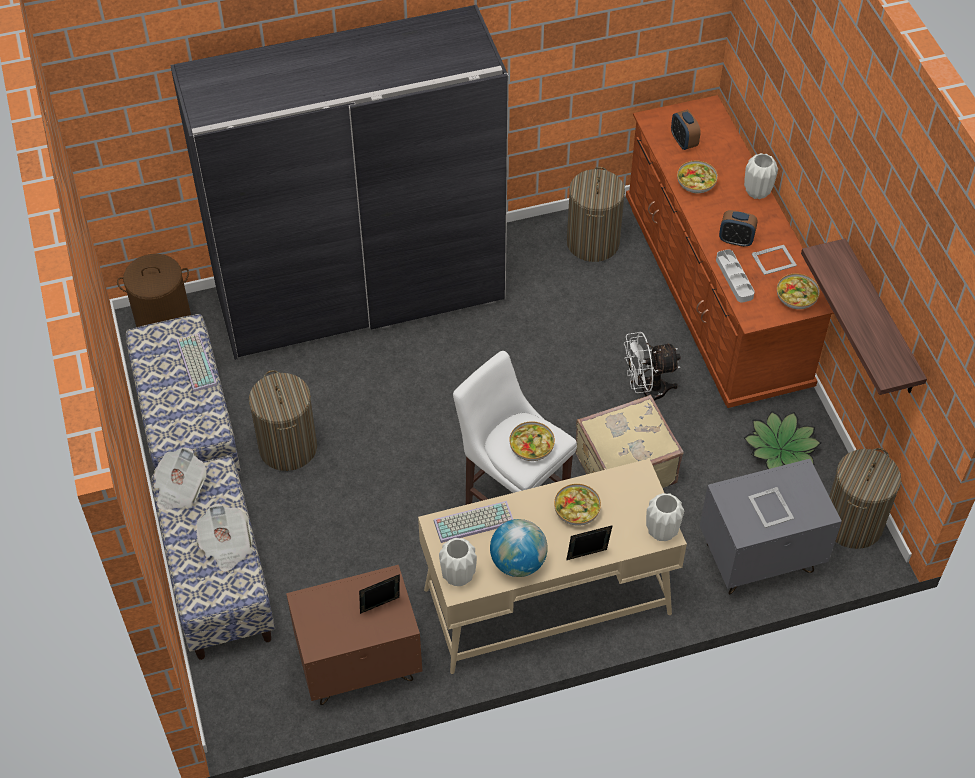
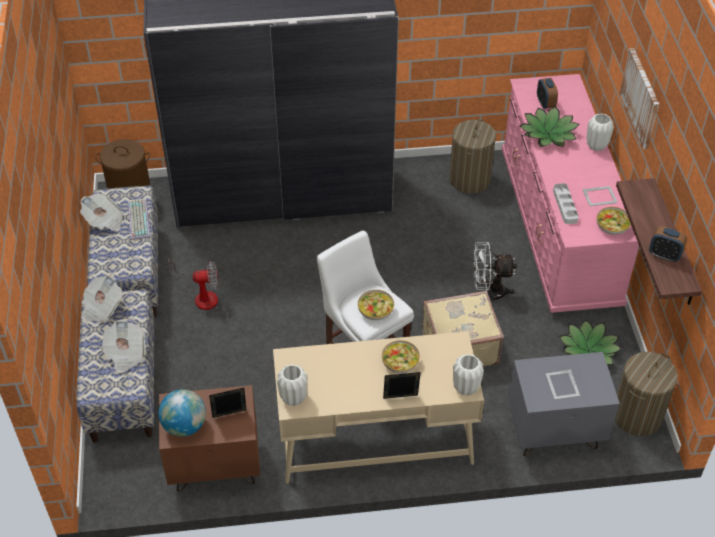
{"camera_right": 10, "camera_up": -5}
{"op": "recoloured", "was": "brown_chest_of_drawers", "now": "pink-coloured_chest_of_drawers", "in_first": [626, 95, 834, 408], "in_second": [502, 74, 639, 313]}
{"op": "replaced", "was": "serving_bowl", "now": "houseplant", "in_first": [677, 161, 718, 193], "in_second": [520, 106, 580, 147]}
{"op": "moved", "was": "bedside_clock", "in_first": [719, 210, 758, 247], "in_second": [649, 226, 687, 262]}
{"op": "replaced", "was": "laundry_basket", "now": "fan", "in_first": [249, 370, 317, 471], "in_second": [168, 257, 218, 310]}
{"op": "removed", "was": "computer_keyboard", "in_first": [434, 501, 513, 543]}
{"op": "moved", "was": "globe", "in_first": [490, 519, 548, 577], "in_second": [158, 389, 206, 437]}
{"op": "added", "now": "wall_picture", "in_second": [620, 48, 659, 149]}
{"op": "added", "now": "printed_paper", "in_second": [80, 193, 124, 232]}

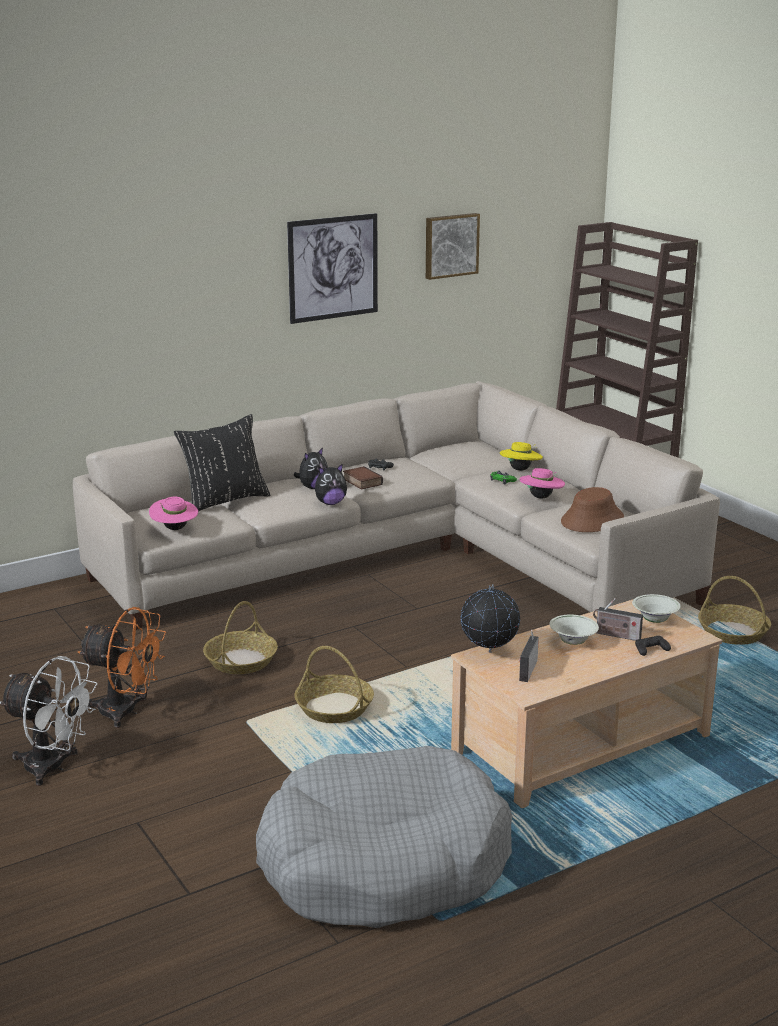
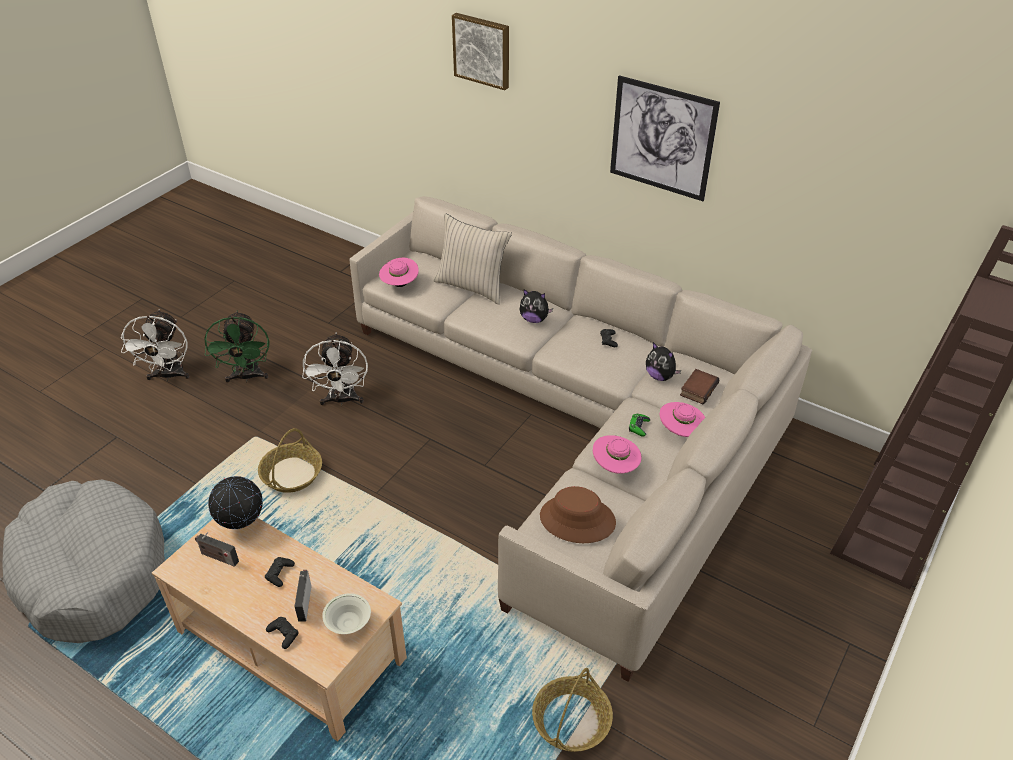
{"camera_right": 65, "camera_up": 20}
{"op": "moved", "was": "wall_picture", "in_first": [426, 213, 480, 280], "in_second": [452, 13, 509, 90]}
{"op": "recoloured", "was": "blackish_throw_pillow", "now": "beige-coloured_throw_pillow", "in_first": [174, 414, 270, 512], "in_second": [433, 213, 512, 304]}
{"op": "recoloured", "was": "yellow-coloured_hat", "now": "pink-coloured_hat", "in_first": [500, 442, 543, 471], "in_second": [660, 402, 705, 437]}
{"op": "moved", "was": "cuddly_toy", "in_first": [315, 464, 347, 505], "in_second": [646, 342, 681, 381]}
{"op": "moved", "was": "bound_book", "in_first": [343, 466, 383, 490], "in_second": [680, 369, 719, 405]}
{"op": "replaced", "was": "basket", "now": "white-coloured_fan", "in_first": [203, 601, 278, 674], "in_second": [302, 333, 368, 406]}
{"op": "recoloured", "was": "orange-coloured_fan", "now": "green-coloured_fan", "in_first": [78, 607, 166, 728], "in_second": [204, 311, 269, 383]}
{"op": "replaced", "was": "white-coloured_serving_bowl", "now": "blackish_game_controller", "in_first": [550, 615, 599, 645], "in_second": [265, 557, 295, 587]}
{"op": "turned", "was": "radio_receiver", "in_first": [519, 630, 539, 682], "in_second": [195, 532, 239, 567], "clockwise": -150}

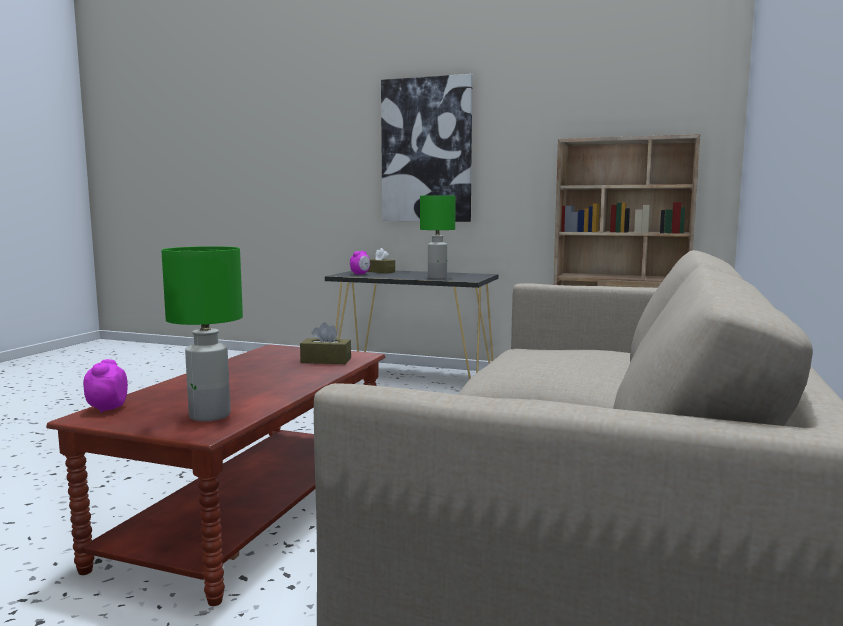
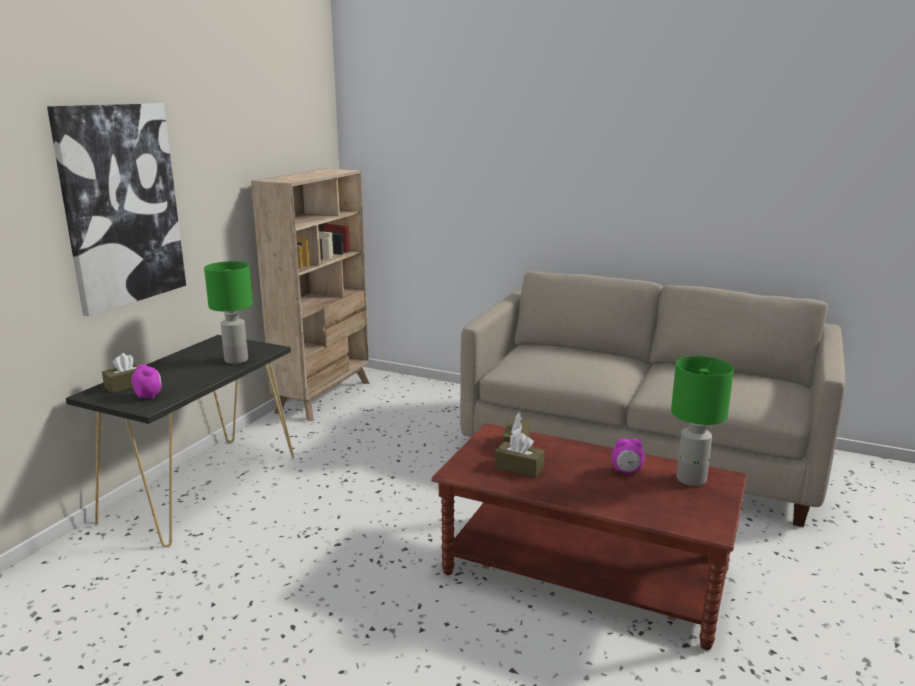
{"camera_right": -85, "camera_up": 10}
{"op": "moved", "was": "bedside_clock", "in_first": [83, 359, 128, 413], "in_second": [612, 438, 645, 474]}
{"op": "added", "now": "brown_tissue_box", "in_second": [495, 433, 545, 477]}

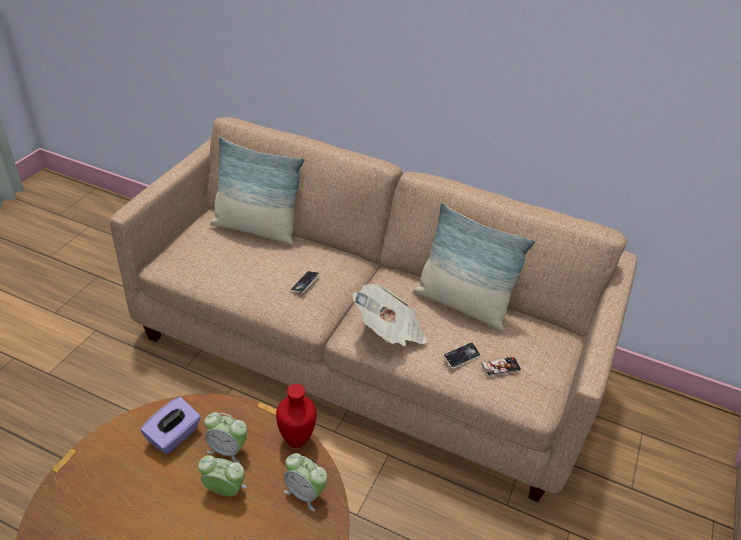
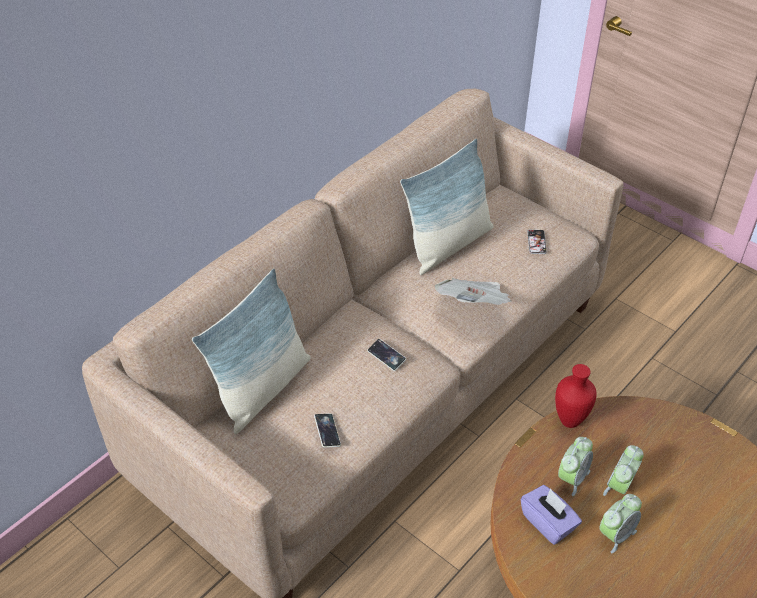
{"camera_right": -70, "camera_up": 5}
{"op": "moved", "was": "handset", "in_first": [443, 342, 481, 368], "in_second": [314, 414, 341, 448]}
{"op": "moved", "was": "bedside_clock", "in_first": [284, 453, 327, 511], "in_second": [600, 494, 642, 553]}

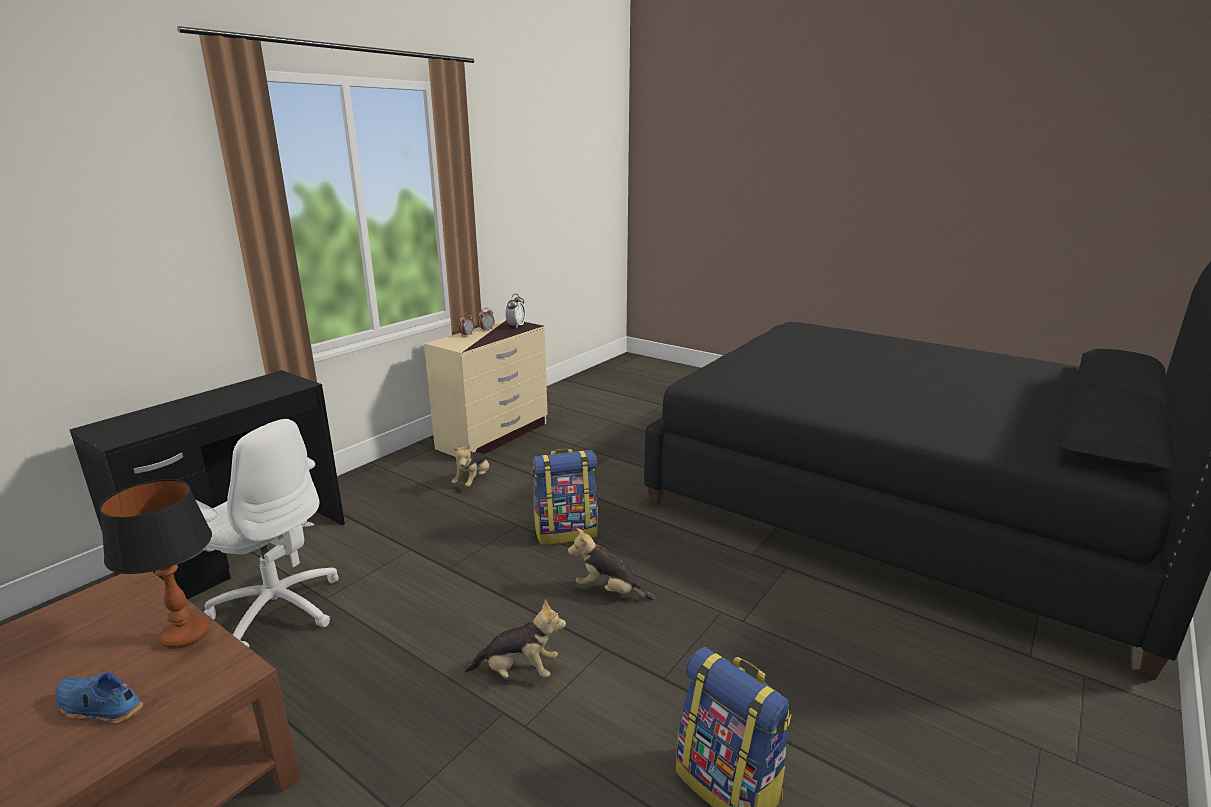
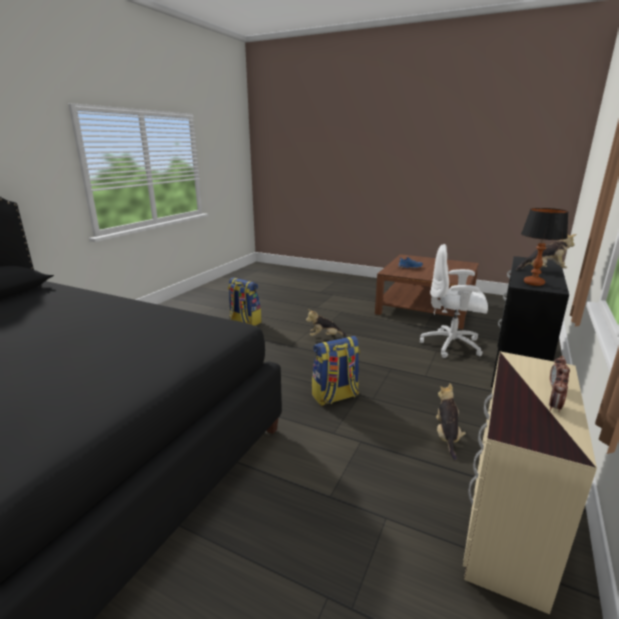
{"camera_right": 170, "camera_up": 0}
{"op": "removed", "was": "bedside_clock", "in_first": [506, 294, 526, 327]}
{"op": "moved", "was": "tabletop_lamp", "in_first": [100, 479, 212, 649], "in_second": [521, 208, 569, 286]}
{"op": "moved", "was": "cuddly_toy", "in_first": [568, 528, 655, 600], "in_second": [516, 233, 577, 270]}

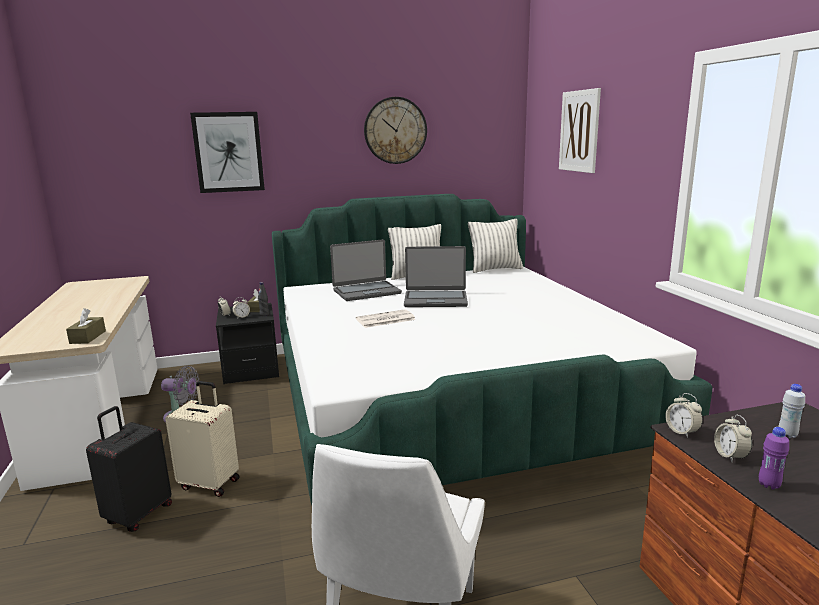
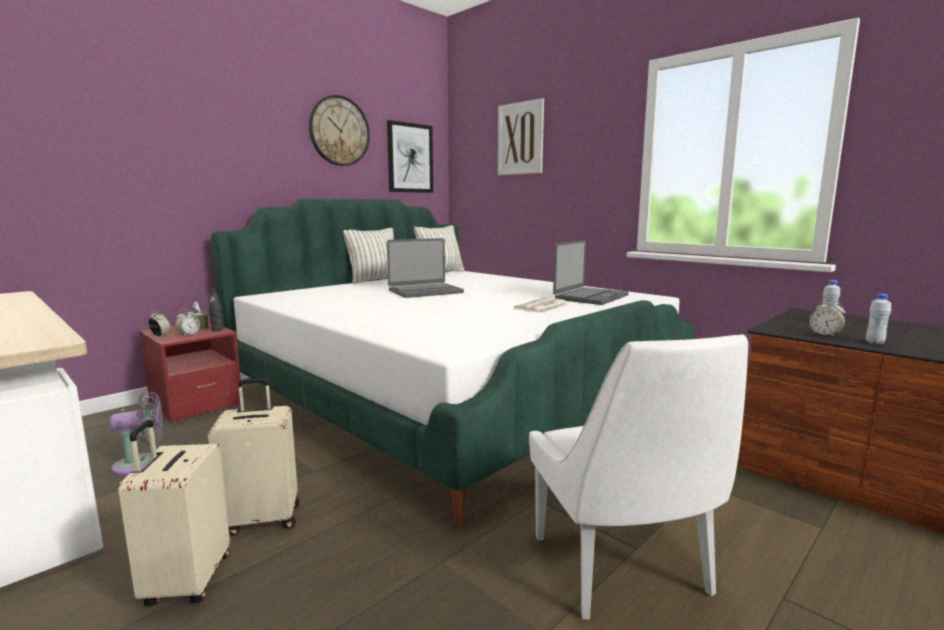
{"camera_right": -30, "camera_up": -5}
{"op": "moved", "was": "wall_picture", "in_first": [190, 112, 265, 193], "in_second": [387, 120, 433, 193]}
{"op": "moved", "was": "portable_computer", "in_first": [330, 239, 402, 301], "in_second": [553, 240, 629, 305]}
{"op": "recoloured", "was": "blackish_night_table", "now": "reddish_night_table", "in_first": [216, 303, 279, 384], "in_second": [139, 321, 241, 423]}
{"op": "removed", "was": "brown_tissue_box", "in_first": [66, 308, 106, 344]}
{"op": "moved", "was": "printed_paper", "in_first": [356, 309, 416, 328], "in_second": [514, 297, 568, 313]}
{"op": "removed", "was": "bedside_clock", "in_first": [665, 393, 703, 438]}
{"op": "recoloured", "was": "blackish_piece_of_luggage", "now": "beige-coloured_piece_of_luggage", "in_first": [86, 406, 172, 532], "in_second": [118, 420, 230, 606]}
{"op": "recoloured", "was": "purple-coloured_beverage_bottle", "now": "white-coloured_beverage_bottle", "in_first": [759, 427, 789, 489], "in_second": [866, 293, 891, 344]}

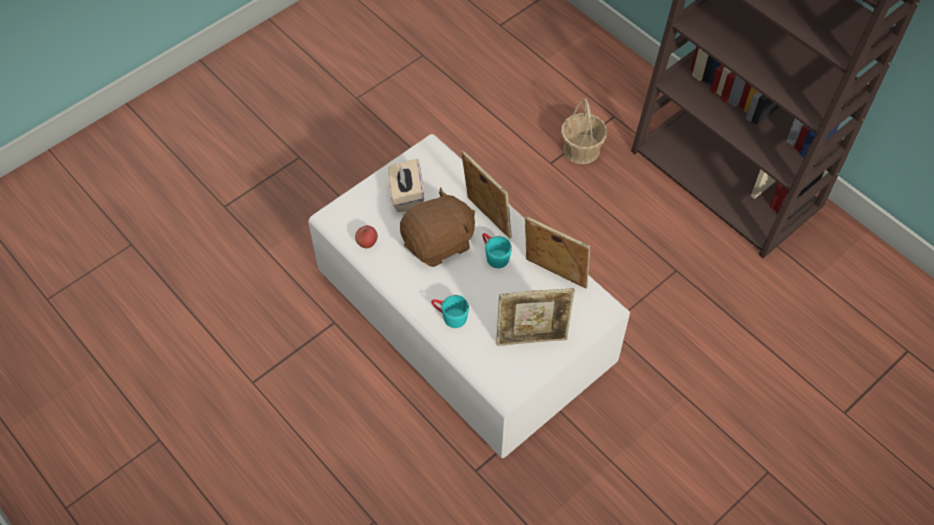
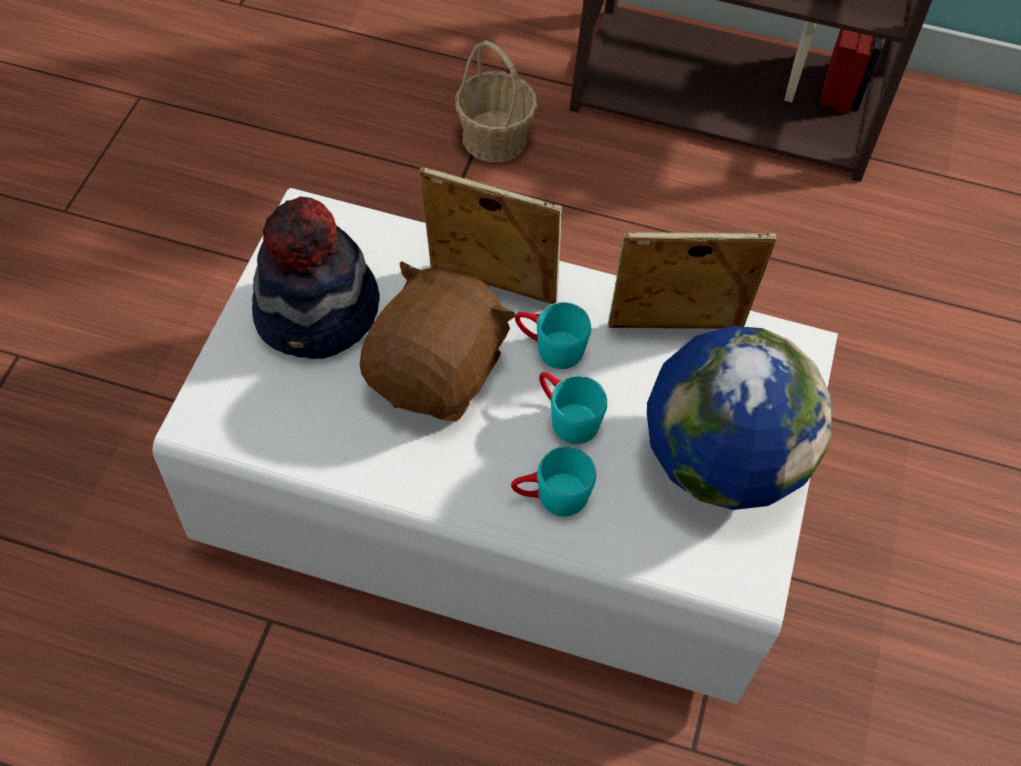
{"camera_right": -35, "camera_up": 0}
{"op": "replaced", "was": "beige-coloured_tissue_box", "now": "hat", "in_first": [388, 158, 424, 212], "in_second": [252, 197, 380, 359]}
{"op": "removed", "was": "apple", "in_first": [355, 225, 378, 248]}
{"op": "replaced", "was": "standing_frame", "now": "globe", "in_first": [496, 288, 575, 346], "in_second": [647, 326, 832, 510]}
{"op": "added", "now": "blue-green_mug", "in_second": [539, 372, 607, 444]}

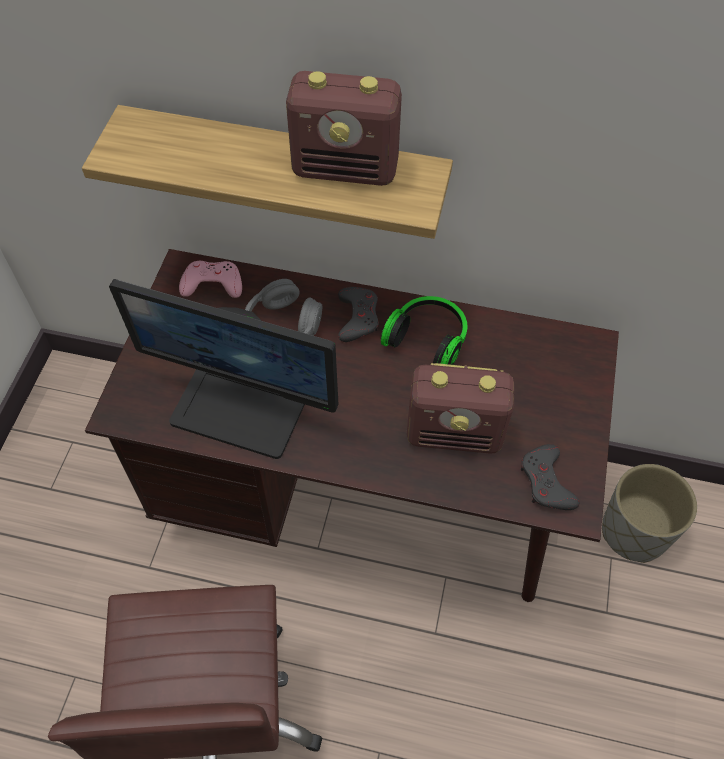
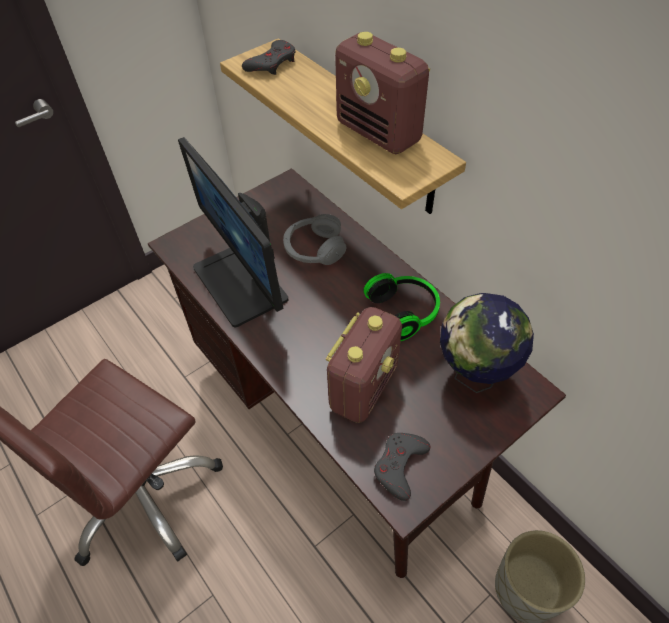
{"camera_right": 40, "camera_up": -5}
{"op": "removed", "was": "pink-coloured_game_controller", "in_first": [179, 261, 242, 298]}
{"op": "moved", "was": "grey_game_controller", "in_first": [338, 287, 379, 342], "in_second": [242, 40, 295, 75]}
{"op": "turned", "was": "radio_receiver", "in_first": [407, 363, 514, 454], "in_second": [326, 307, 402, 423], "clockwise": -105}
{"op": "added", "now": "globe", "in_second": [440, 293, 534, 393]}

